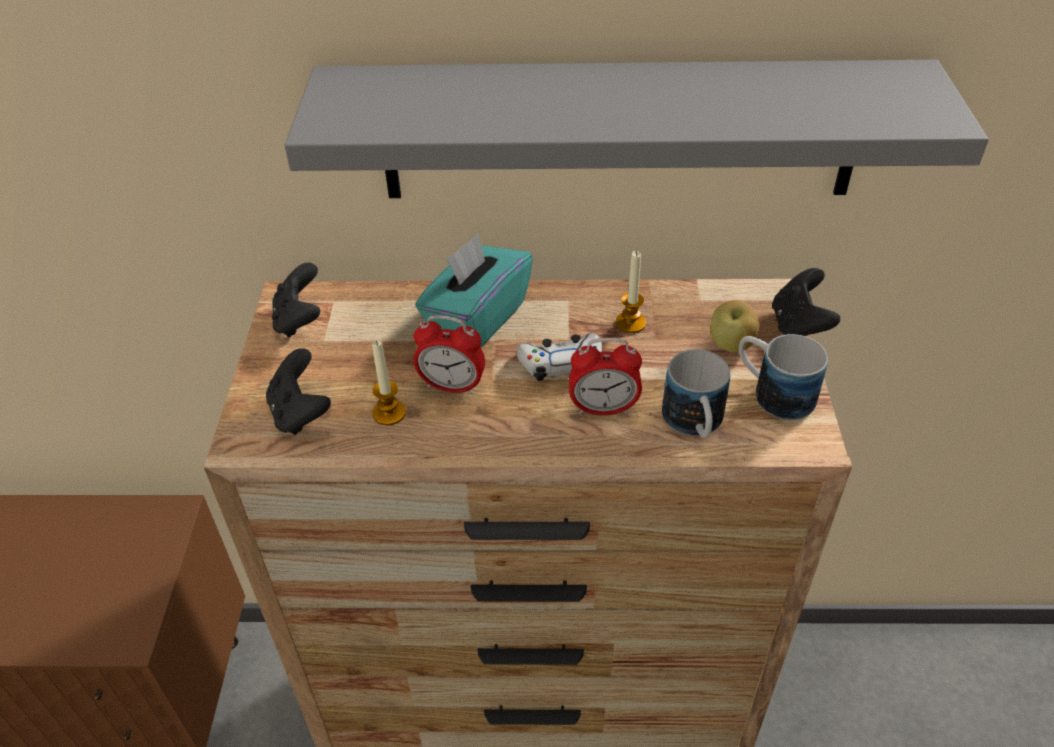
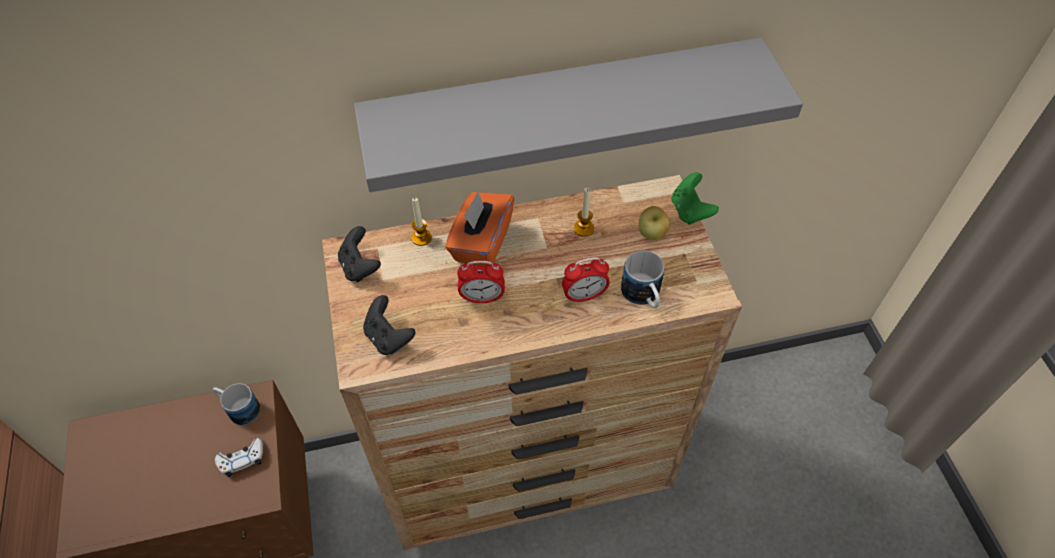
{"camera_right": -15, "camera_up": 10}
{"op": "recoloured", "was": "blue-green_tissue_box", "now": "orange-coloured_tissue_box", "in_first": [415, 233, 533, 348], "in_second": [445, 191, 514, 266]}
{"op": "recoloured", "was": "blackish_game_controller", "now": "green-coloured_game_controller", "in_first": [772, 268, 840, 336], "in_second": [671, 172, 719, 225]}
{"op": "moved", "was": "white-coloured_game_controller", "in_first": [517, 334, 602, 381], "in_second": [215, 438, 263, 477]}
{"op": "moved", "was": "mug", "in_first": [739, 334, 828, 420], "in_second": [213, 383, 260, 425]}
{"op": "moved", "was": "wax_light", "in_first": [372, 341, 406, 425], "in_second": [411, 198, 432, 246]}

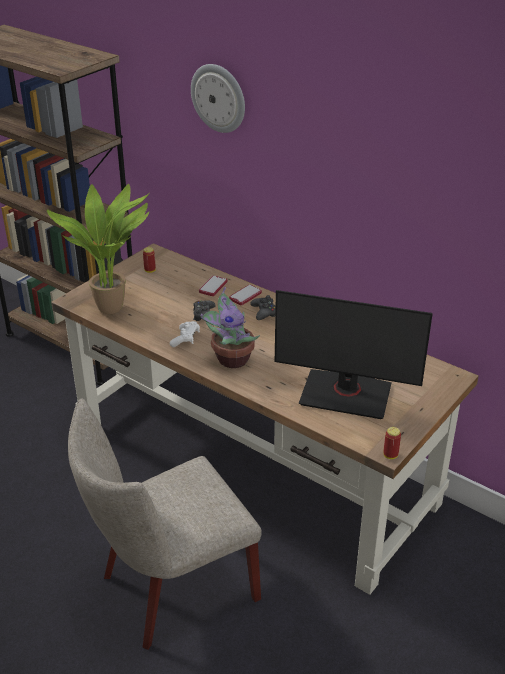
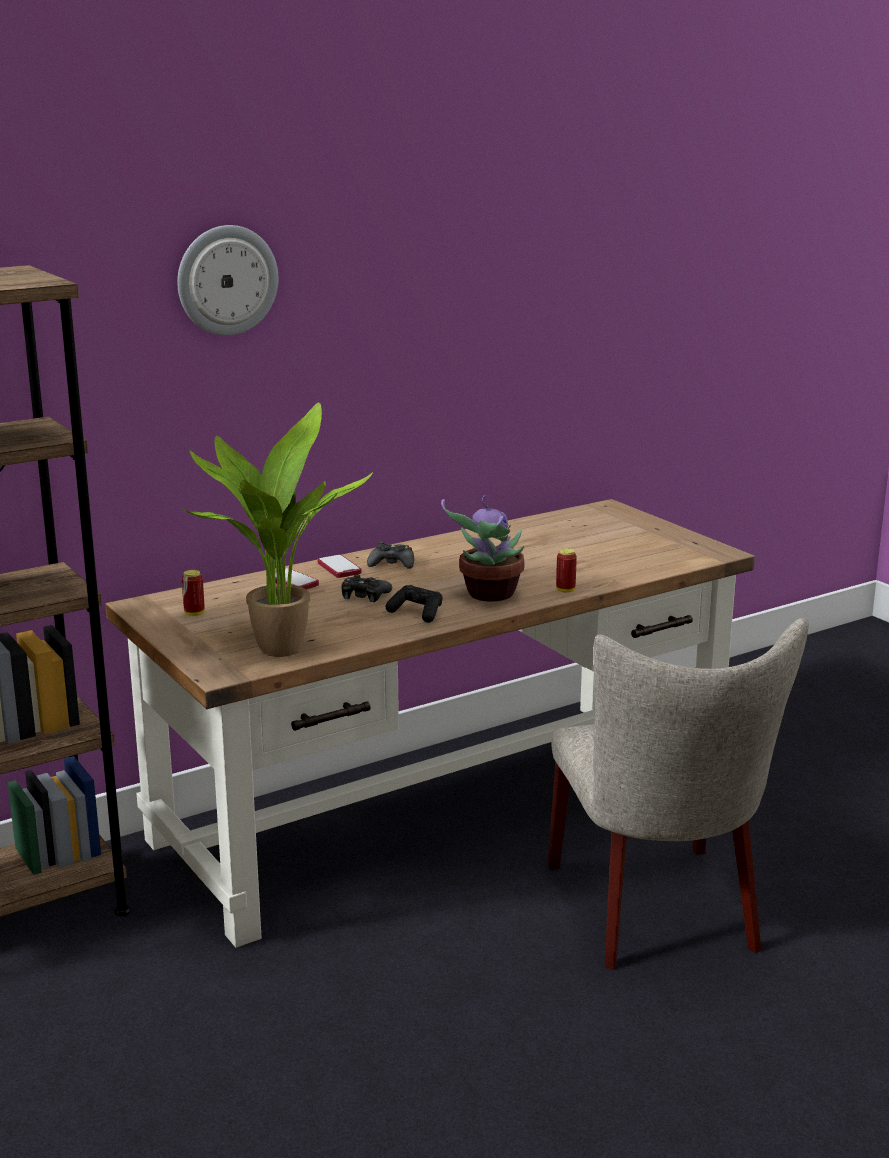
{"camera_right": -70, "camera_up": -15}
{"op": "removed", "was": "computer_display", "in_first": [275, 290, 433, 419]}
{"op": "recoloured", "was": "white-coloured_game_controller", "now": "blackish_game_controller", "in_first": [170, 321, 200, 347], "in_second": [385, 585, 443, 623]}
{"op": "moved", "was": "can", "in_first": [383, 427, 401, 459], "in_second": [556, 548, 577, 592]}

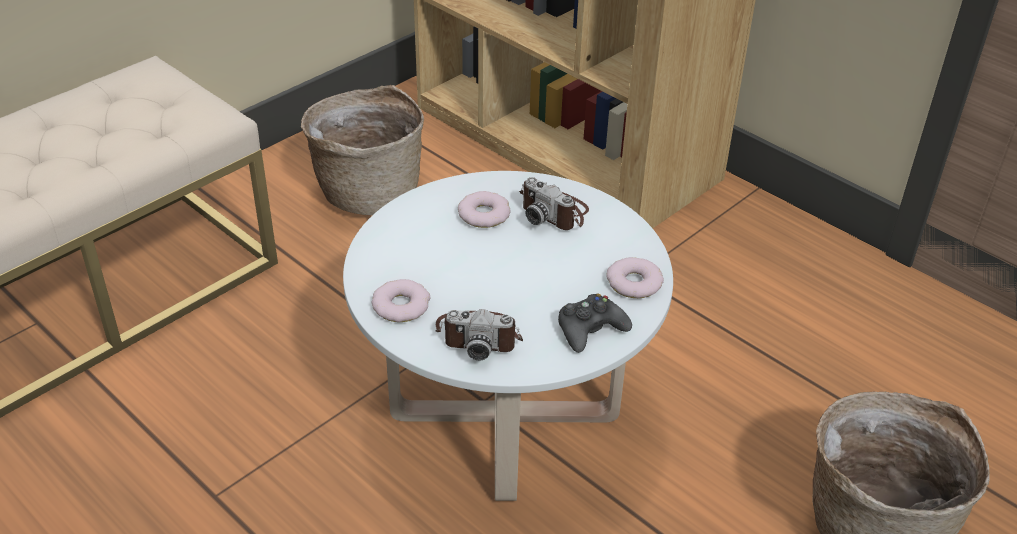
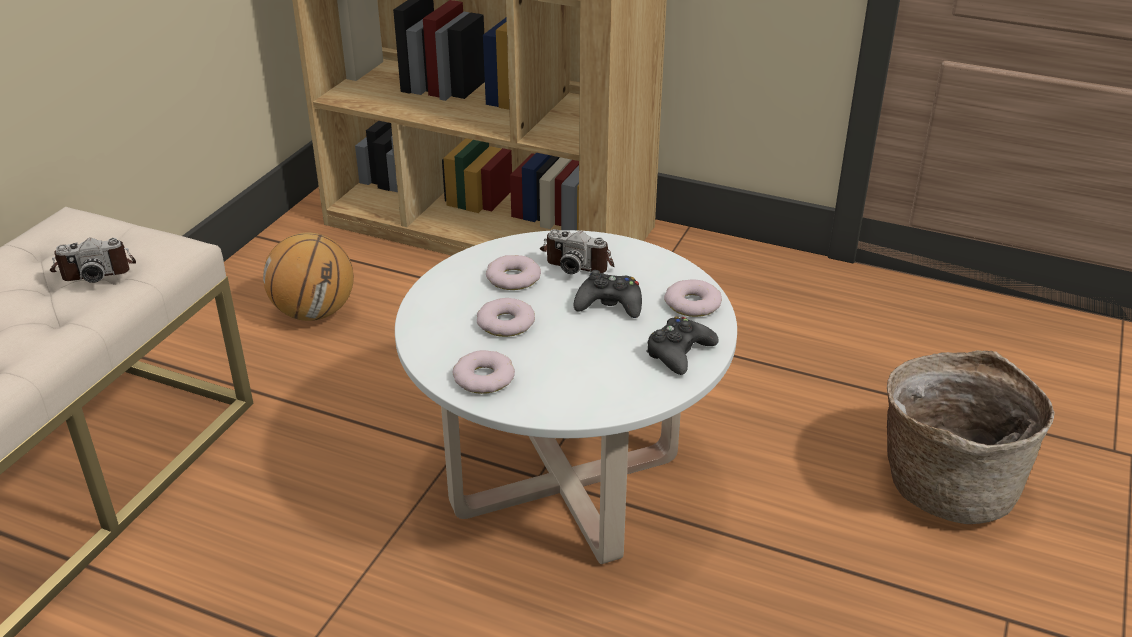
{"camera_right": -20, "camera_up": -5}
{"op": "replaced", "was": "basket", "now": "basketball_ball", "in_first": [301, 85, 424, 215], "in_second": [263, 233, 354, 321]}
{"op": "moved", "was": "photo_camera", "in_first": [436, 309, 523, 360], "in_second": [50, 238, 136, 283]}
{"op": "added", "now": "blackish_game_controller", "in_second": [574, 270, 642, 318]}
{"op": "added", "now": "doughnut", "in_second": [477, 298, 535, 337]}

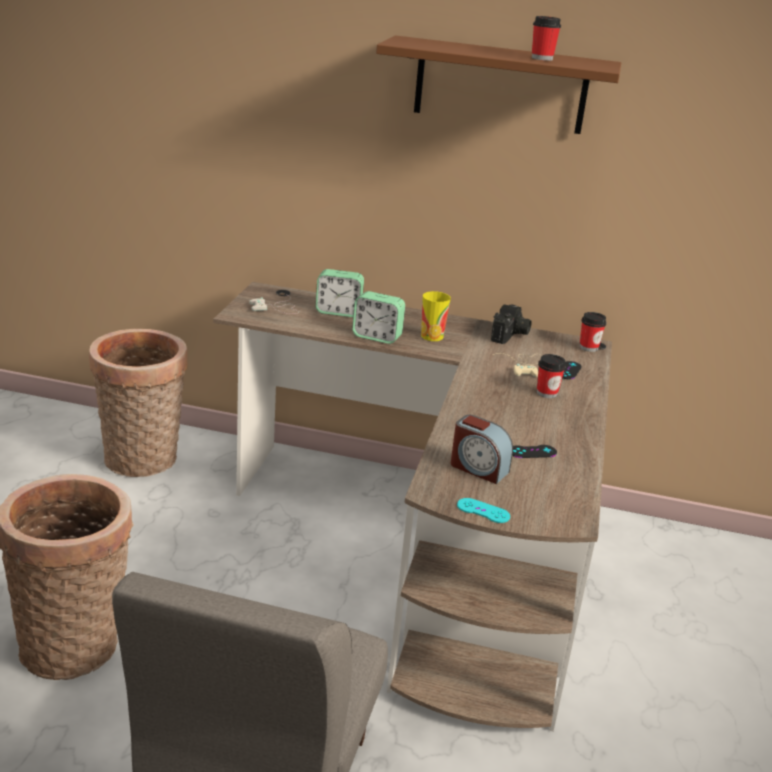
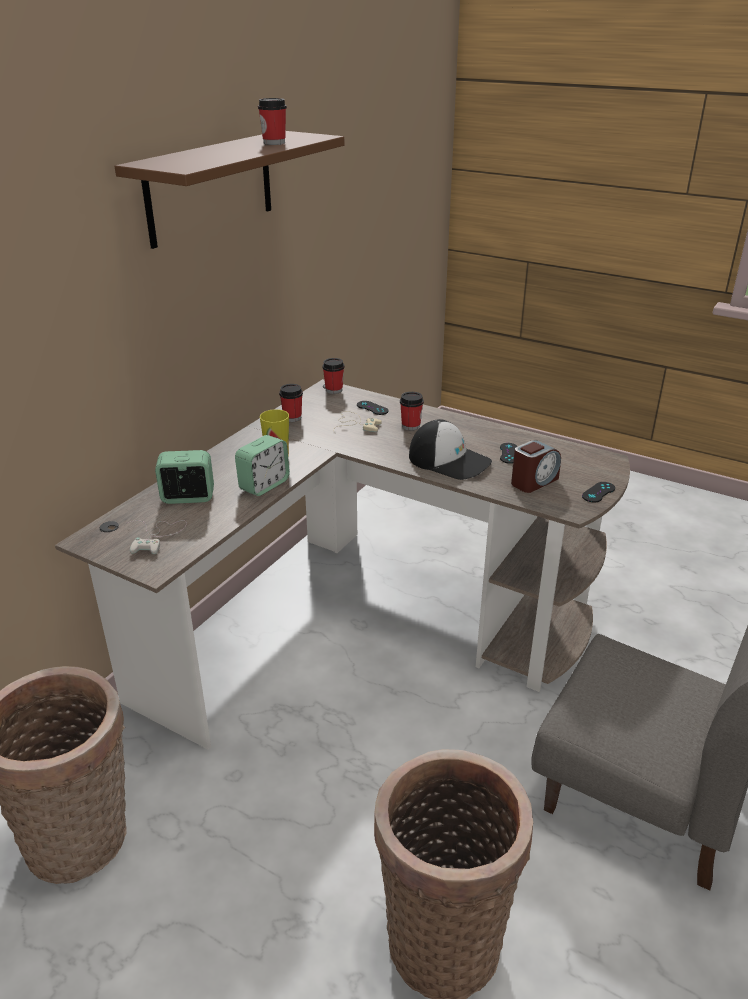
{"camera_right": -70, "camera_up": 5}
{"op": "turned", "was": "bedside_clock", "in_first": [316, 269, 364, 317], "in_second": [155, 450, 214, 504], "clockwise": -120}
{"op": "replaced", "was": "photo_camera", "now": "small_cup", "in_first": [491, 304, 532, 344], "in_second": [279, 384, 303, 422]}
{"op": "recoloured", "was": "blue-green_game_controller", "now": "blackish_game_controller", "in_first": [457, 498, 510, 523], "in_second": [582, 482, 615, 503]}
{"op": "added", "now": "baseball_cap", "in_second": [409, 419, 492, 480]}

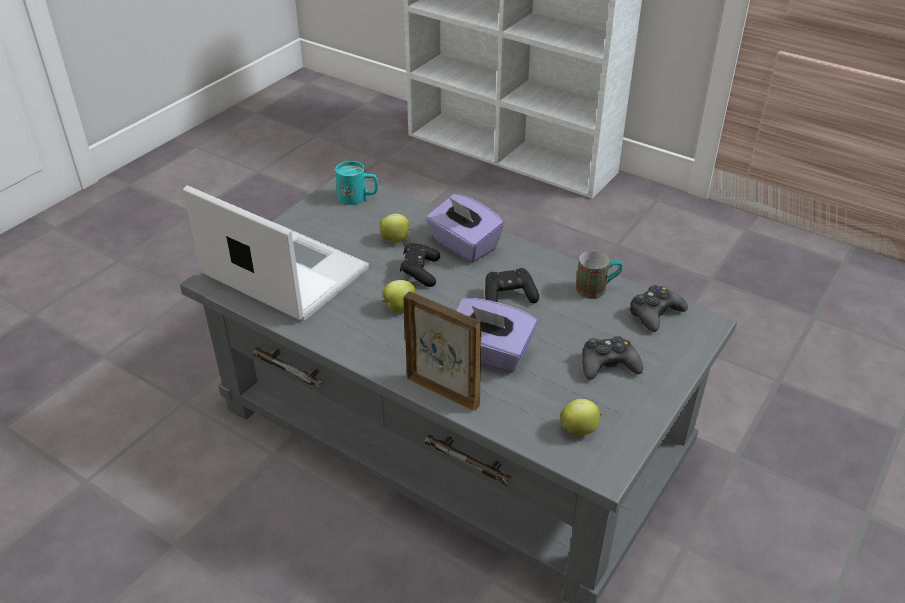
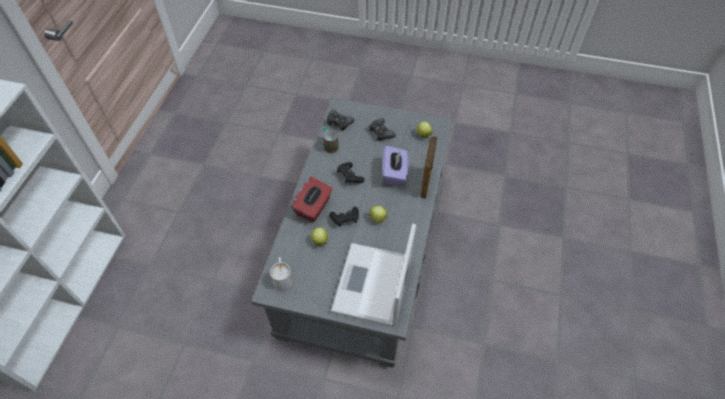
{"camera_right": -110, "camera_up": 15}
{"op": "recoloured", "was": "blue-green_mug", "now": "white-coloured_mug", "in_first": [335, 161, 378, 205], "in_second": [270, 257, 292, 291]}
{"op": "recoloured", "was": "purple-coloured_tissue_box", "now": "reddish_tissue_box", "in_first": [426, 194, 504, 262], "in_second": [291, 177, 333, 222]}

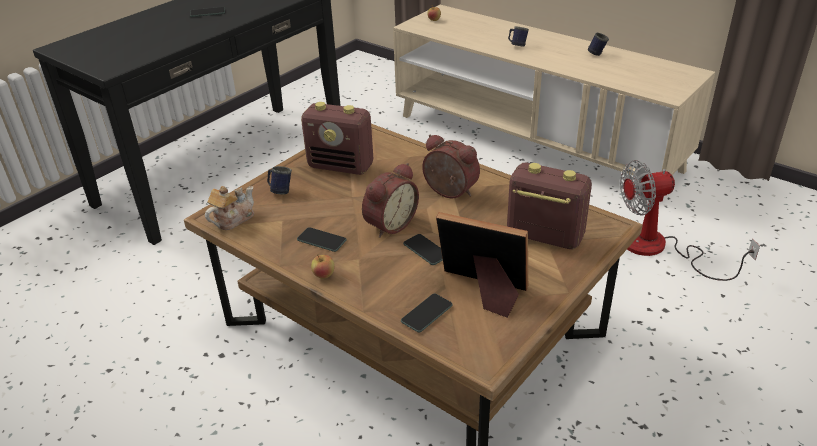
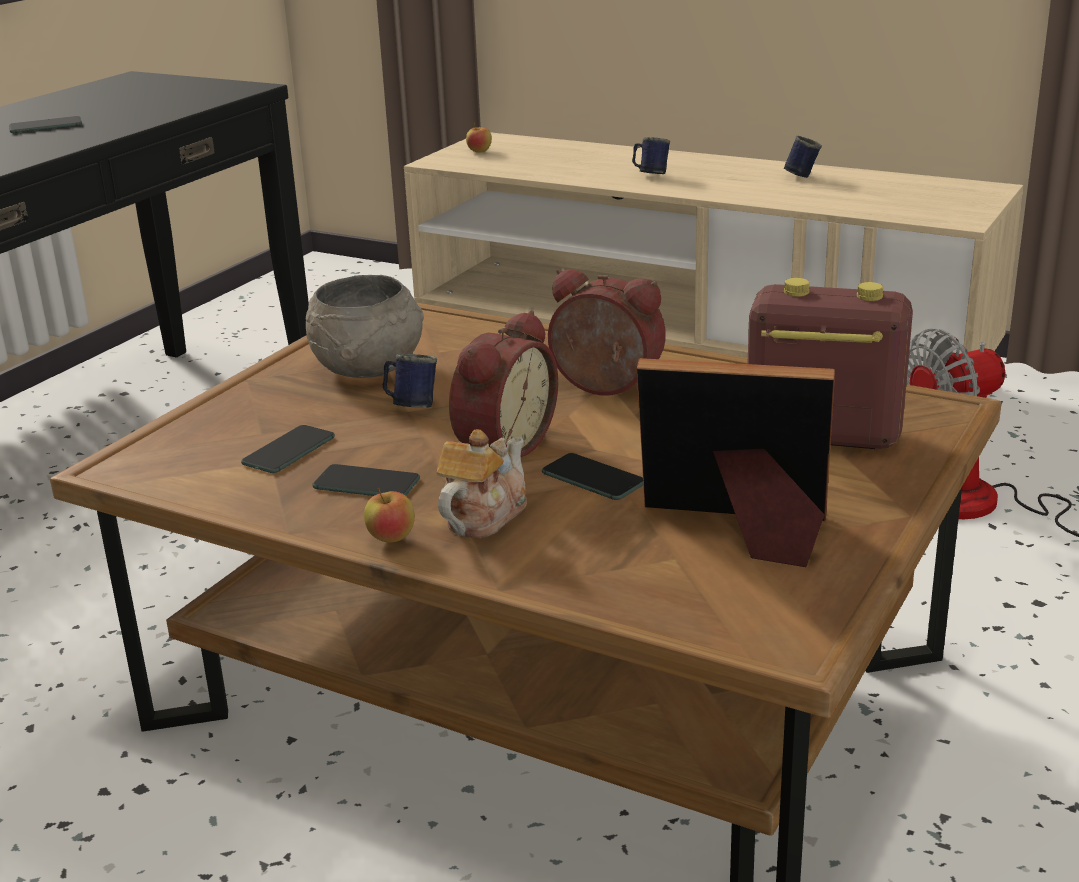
{"camera_right": -10, "camera_up": -10}
{"op": "replaced", "was": "radio_receiver", "now": "grey_serving_bowl", "in_first": [301, 102, 373, 175], "in_second": [306, 275, 424, 378]}
{"op": "moved", "was": "bluish_mug", "in_first": [267, 166, 292, 194], "in_second": [383, 354, 437, 408]}
{"op": "moved", "was": "tea_pot", "in_first": [205, 186, 254, 230], "in_second": [437, 430, 527, 538]}
{"op": "moved", "was": "handset", "in_first": [401, 294, 453, 332], "in_second": [241, 425, 335, 473]}

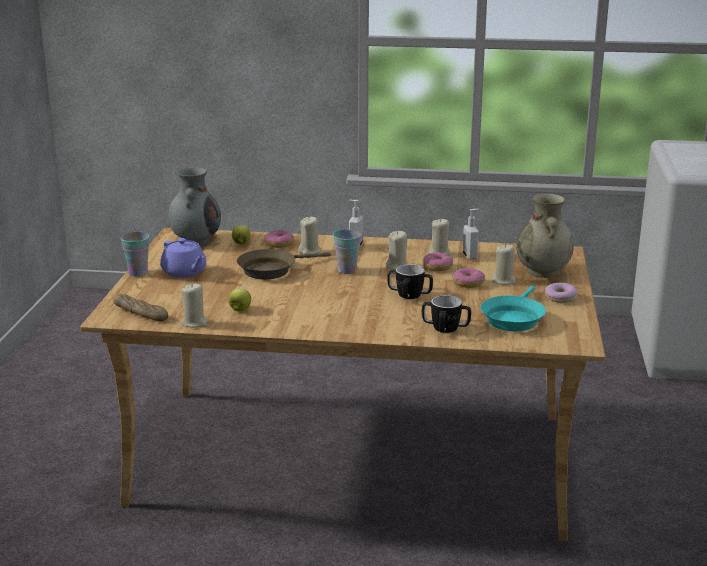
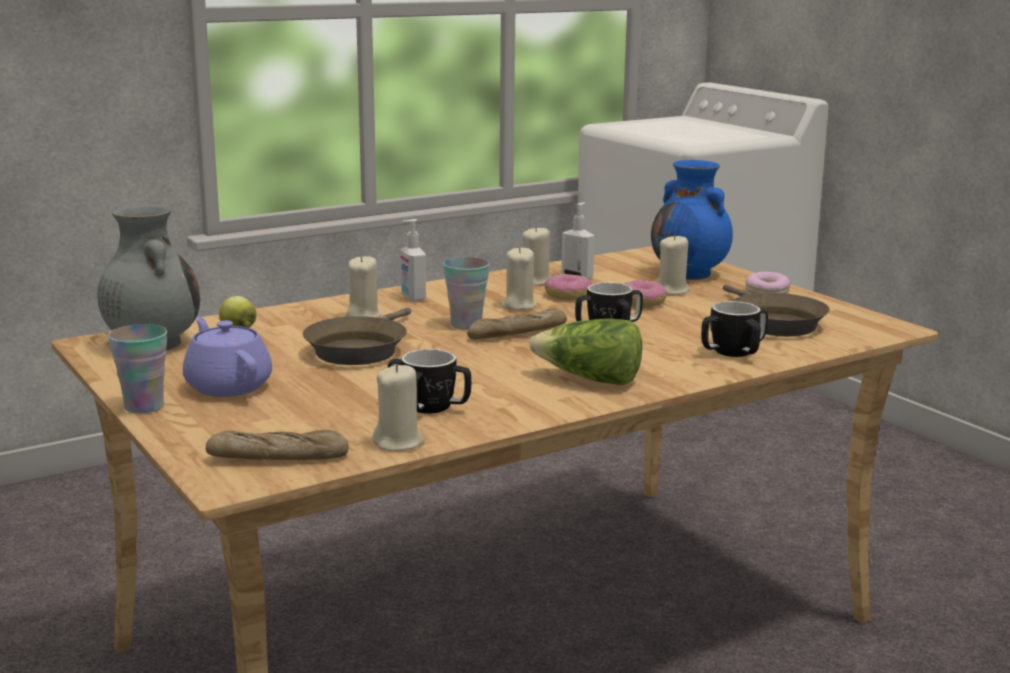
{"camera_right": -40, "camera_up": -5}
{"op": "recoloured", "was": "beige-coloured_decorative_vase", "now": "bluish_decorative_vase", "in_first": [517, 193, 574, 278], "in_second": [651, 160, 733, 279]}
{"op": "removed", "was": "doughnut", "in_first": [265, 230, 294, 248]}
{"op": "turned", "was": "purple-coloured_tea_pot", "in_first": [160, 238, 206, 278], "in_second": [183, 317, 272, 397], "clockwise": -135}
{"op": "recoloured", "was": "blue-green_skillet", "now": "brown_skillet", "in_first": [480, 286, 546, 331], "in_second": [723, 285, 830, 336]}
{"op": "replaced", "was": "apple", "now": "mug", "in_first": [228, 289, 251, 312], "in_second": [388, 349, 471, 414]}
{"op": "added", "now": "baked_bread", "in_second": [467, 308, 567, 339]}
{"op": "added", "now": "lettuce", "in_second": [530, 319, 642, 385]}

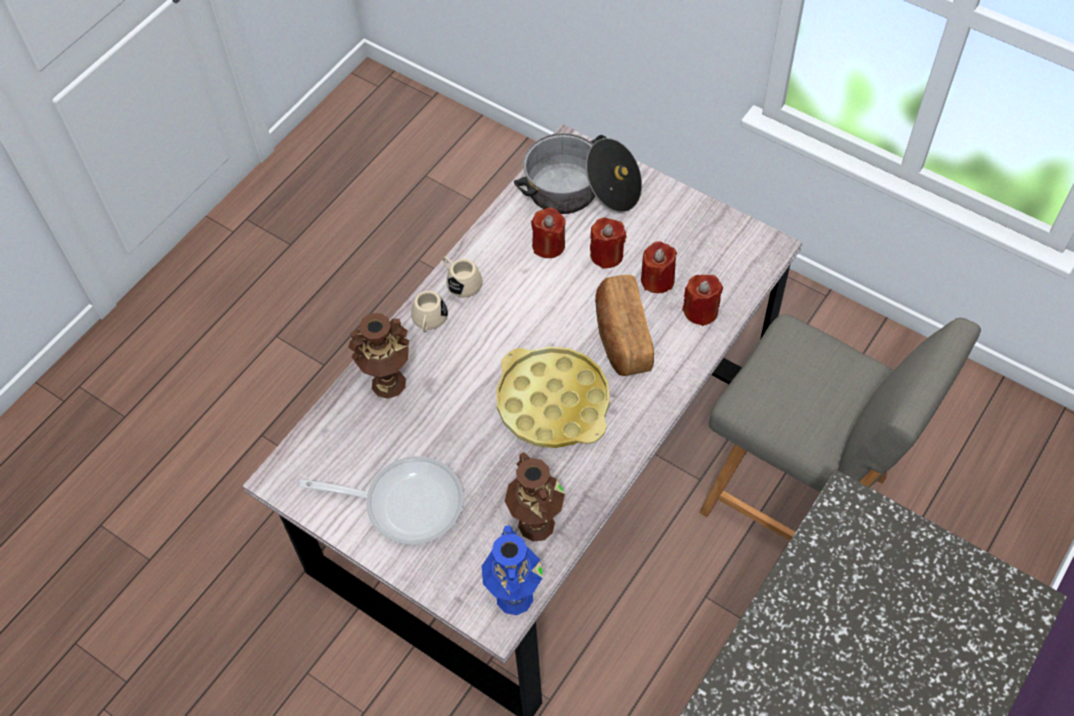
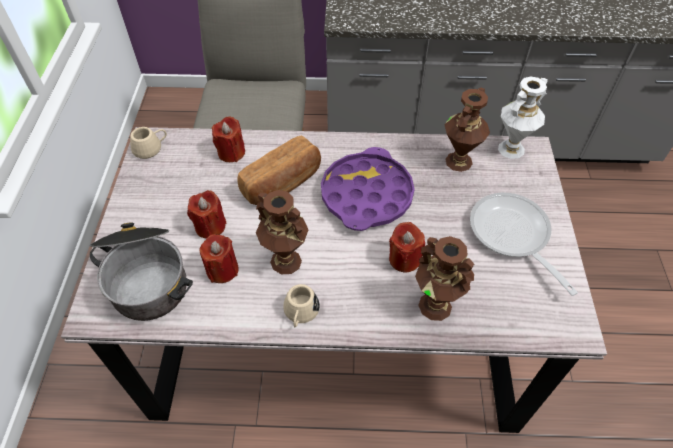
{"camera_right": -125, "camera_up": -5}
{"op": "moved", "was": "reddish_wax_light", "in_first": [641, 241, 677, 293], "in_second": [389, 222, 425, 273]}
{"op": "moved", "was": "beige-coloured_mug", "in_first": [411, 290, 448, 333], "in_second": [130, 127, 167, 159]}
{"op": "recoloured", "was": "yellow-coloured_carrying_tray", "now": "purple-coloured_carrying_tray", "in_first": [496, 346, 610, 448], "in_second": [321, 147, 415, 231]}
{"op": "recoloured", "was": "bluish_decorative_vase", "now": "white-coloured_decorative_vase", "in_first": [482, 525, 543, 615], "in_second": [498, 76, 548, 159]}
{"op": "added", "now": "brown_decorative_vase", "in_second": [256, 190, 308, 274]}

